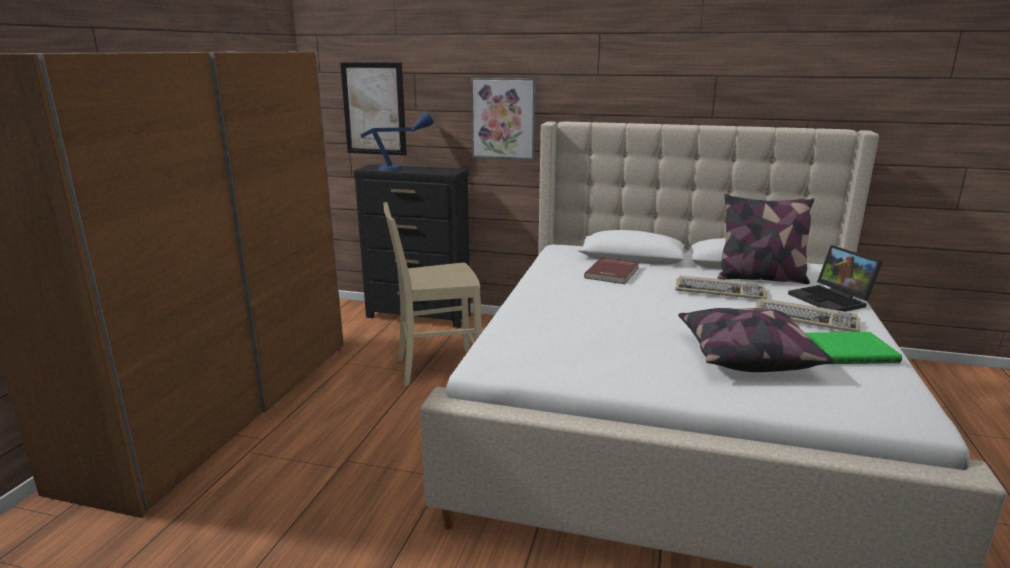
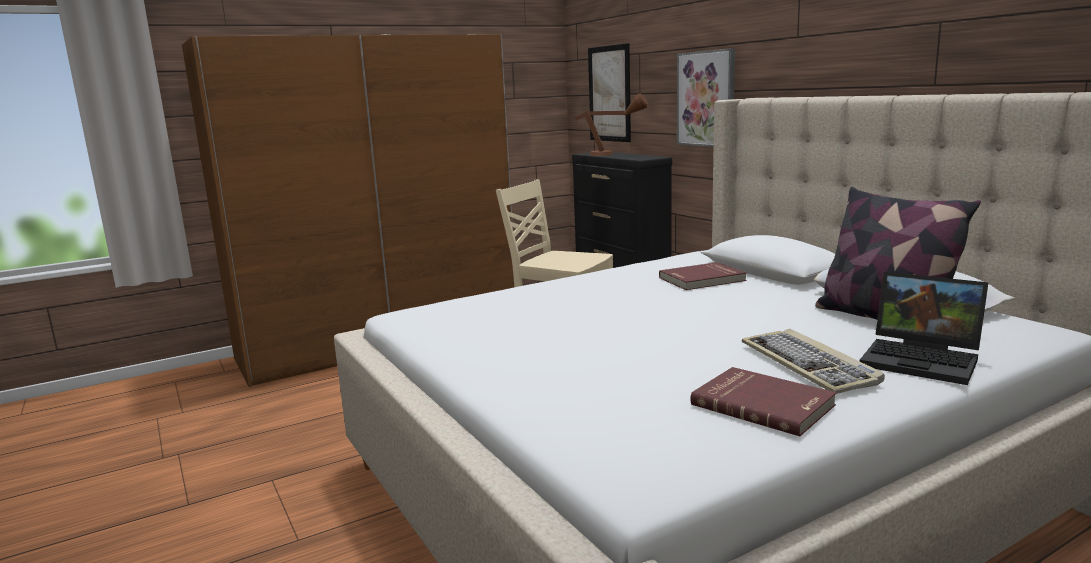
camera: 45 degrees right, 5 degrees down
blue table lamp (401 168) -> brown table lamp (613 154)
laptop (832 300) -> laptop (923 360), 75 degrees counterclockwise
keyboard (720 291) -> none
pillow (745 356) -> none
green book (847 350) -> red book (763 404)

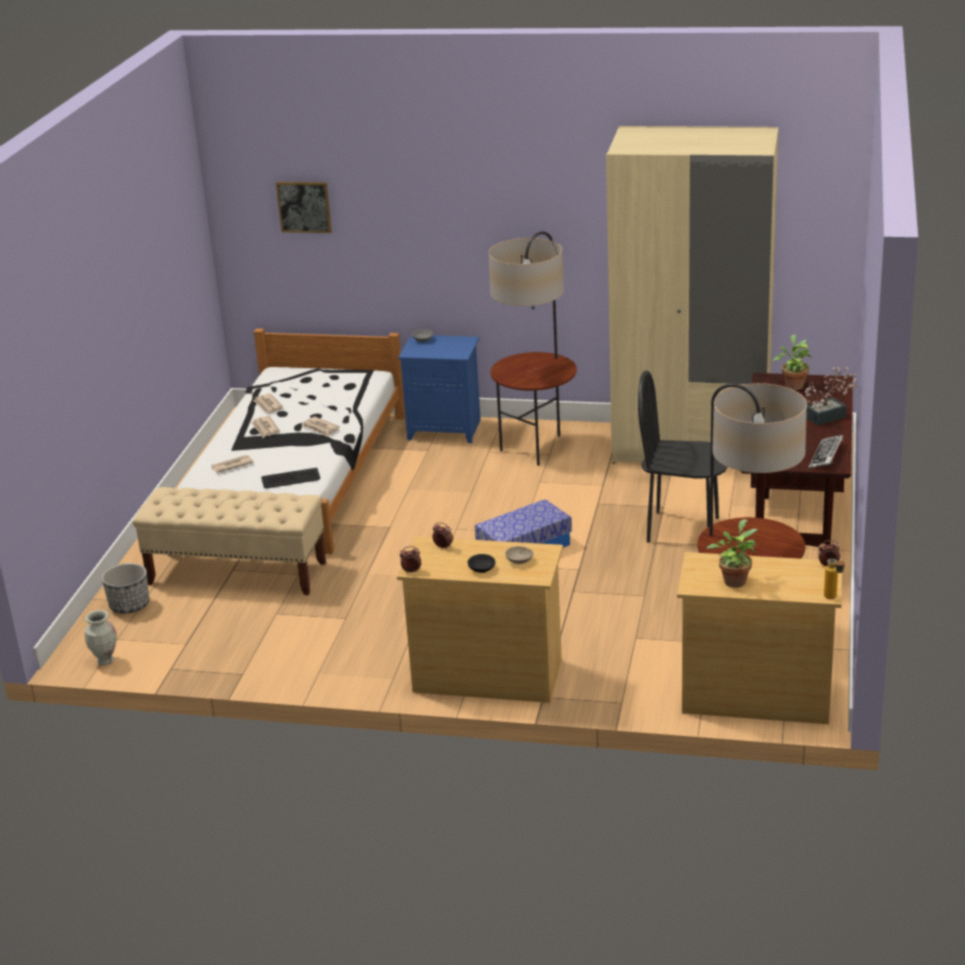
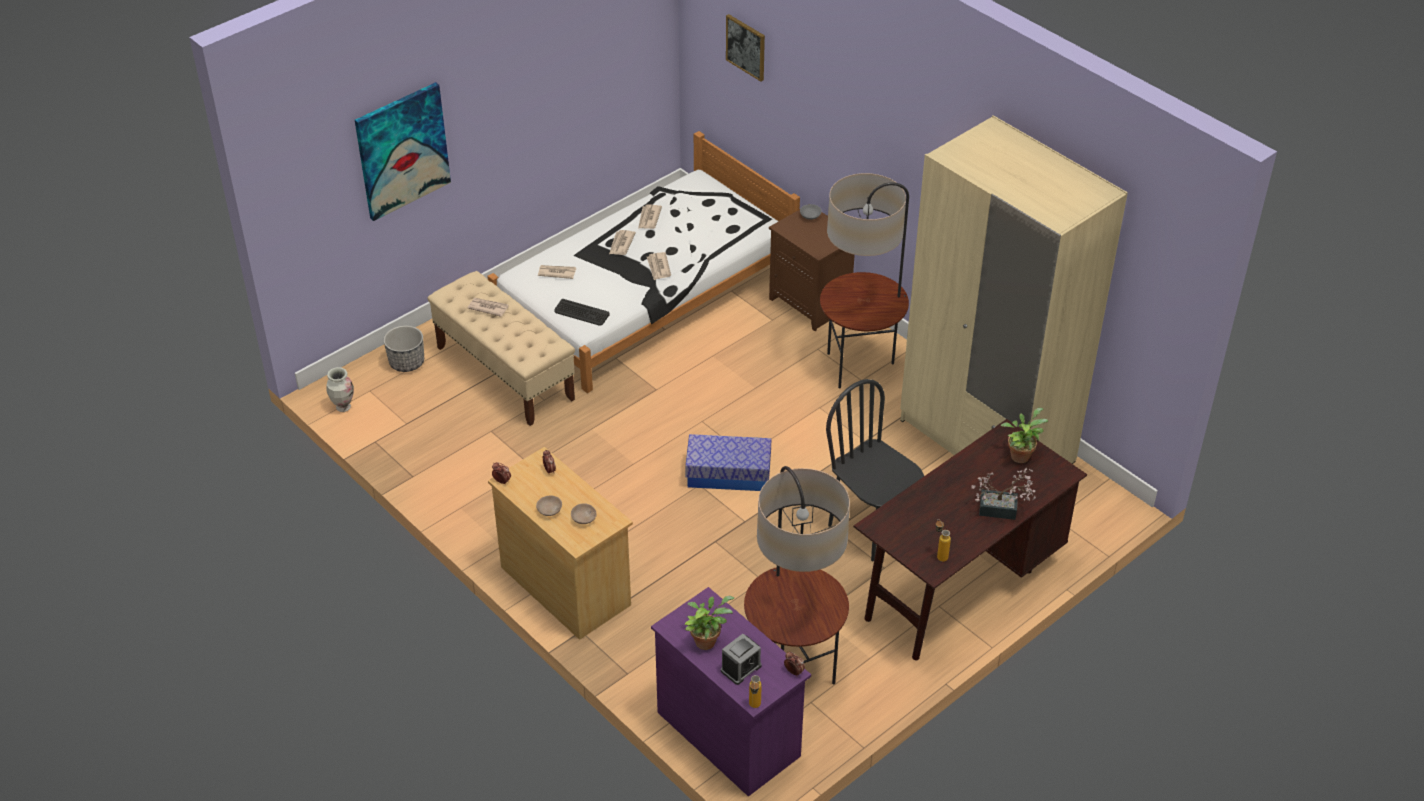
camera: 35 degrees right, 15 degrees up
blue nightstand (446 429) -> brown nightstand (812 304)
keyboard (826 456) -> bottle (939 555)
beige dresser (756 696) -> purple dresser (728 733)
black bowl (481 569) -> beige bowl (549 510)
none -> picture (402 151)
none -> newspaper (488 308)
none -> alarm clock (741 668)

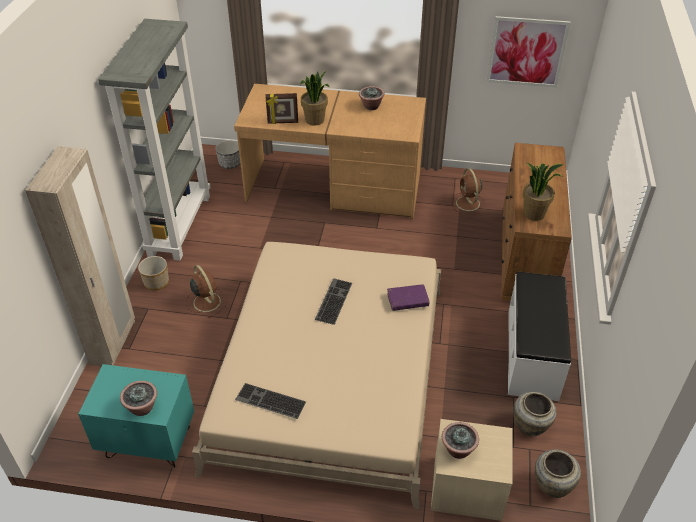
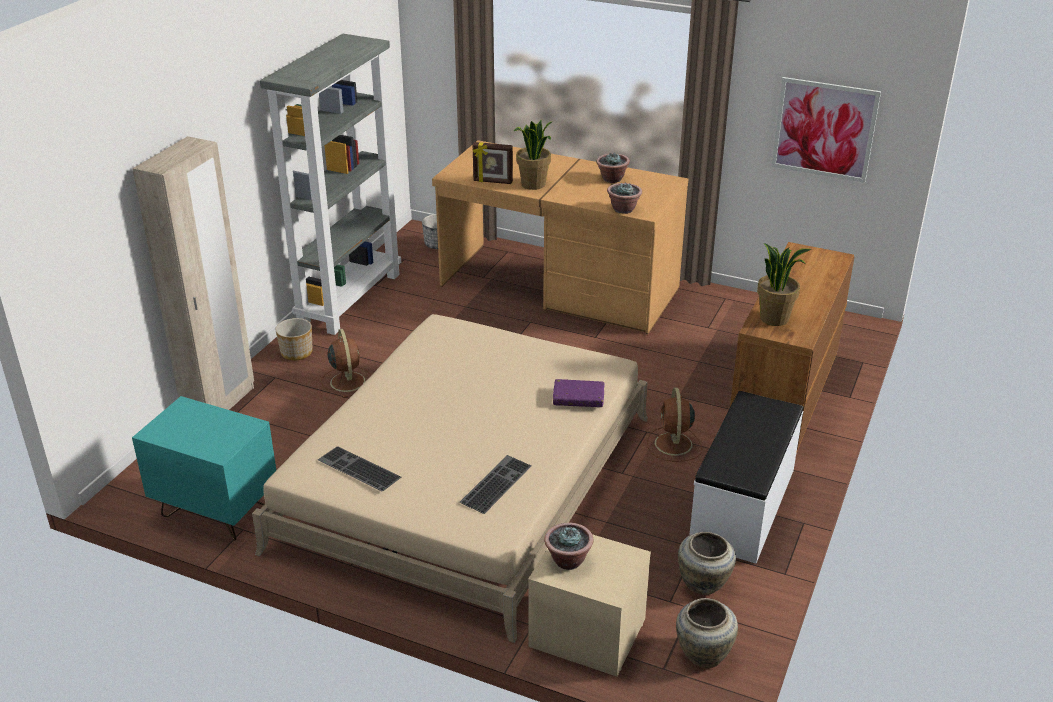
camera: 15 degrees right, 10 degrees down
brown fan (468 204) -> brown fan (673 445), shifted
keyboard (333 300) -> keyboard (495 483), shifted
potted plant (142 408) -> potted plant (623 209), shifted

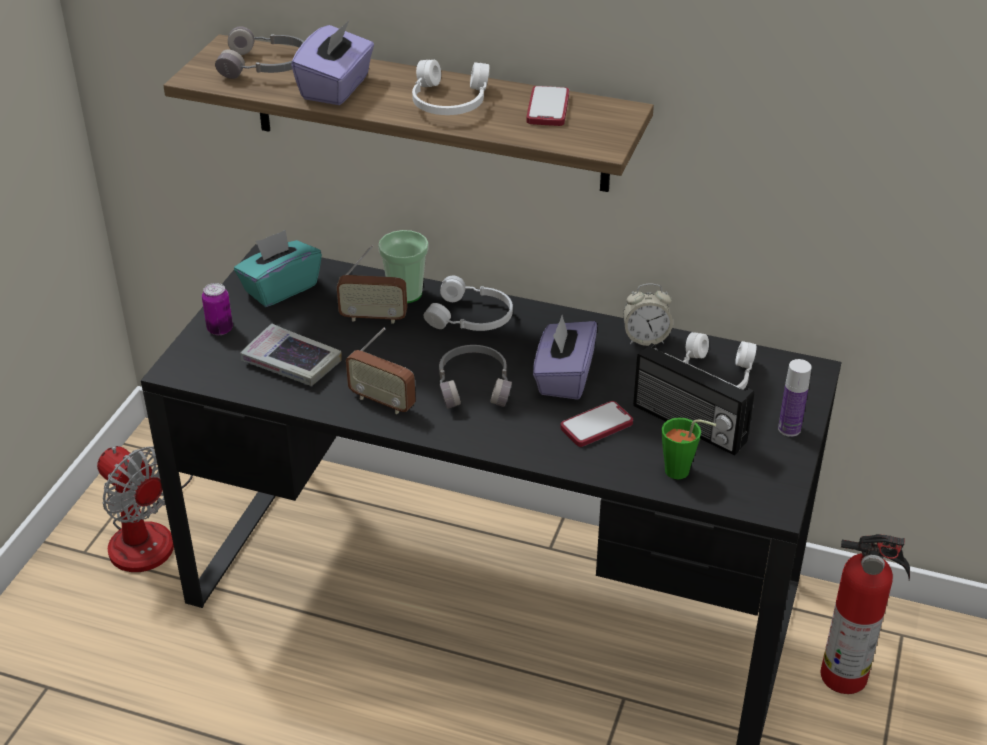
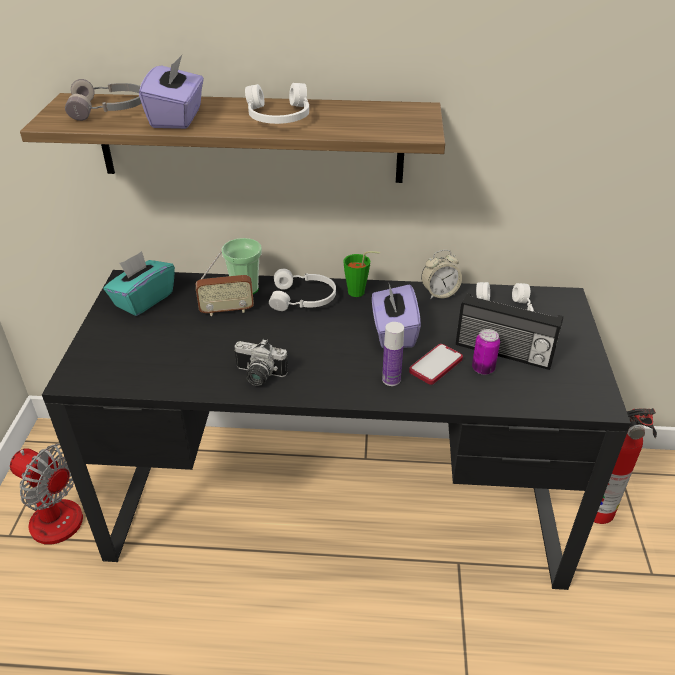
camera: 15 degrees left, 0 degrees up
phone (548 108) -> none
can (220 329) -> can (483 369), shifted
book (291 362) -> none
radio (382 402) -> photo camera (258 376)
grey headphones (474 385) -> none
bottle (789 429) -> bottle (391 380), shifted
green cup (682 473) -> green cup (360 292), shifted

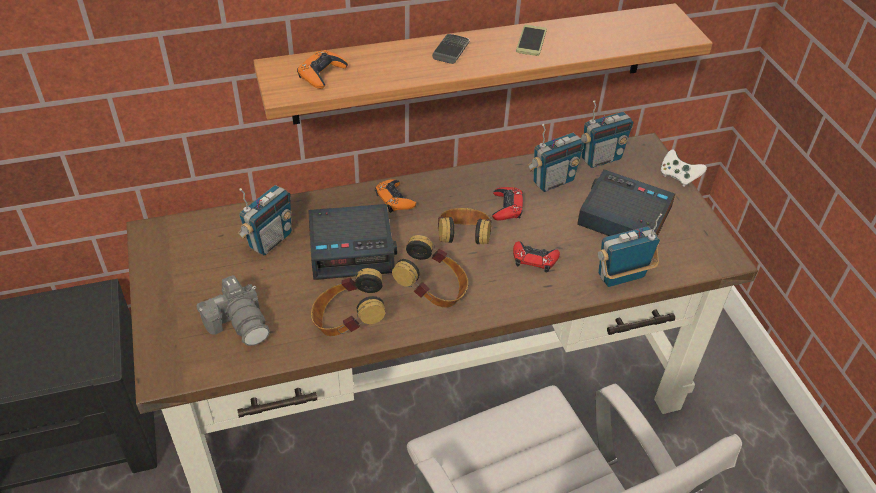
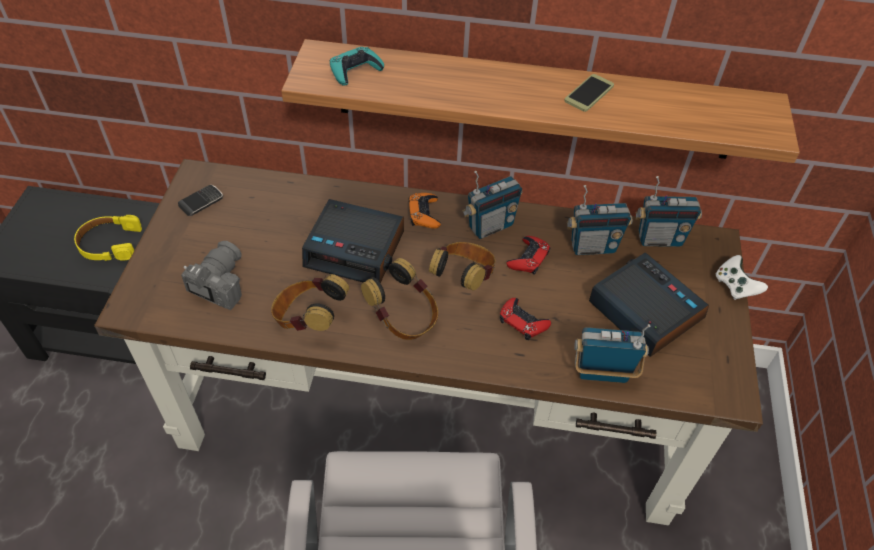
camera: 25 degrees right, 5 degrees up
phone (451 51) -> phone (201 202), shifted
orange game controller (322 74) -> turquoise game controller (355 71)
radio (270 240) -> radio (490 226), shifted
photo camera (239 322) -> photo camera (217 284), 150 degrees counterclockwise
none -> yellow headphones (109 244)

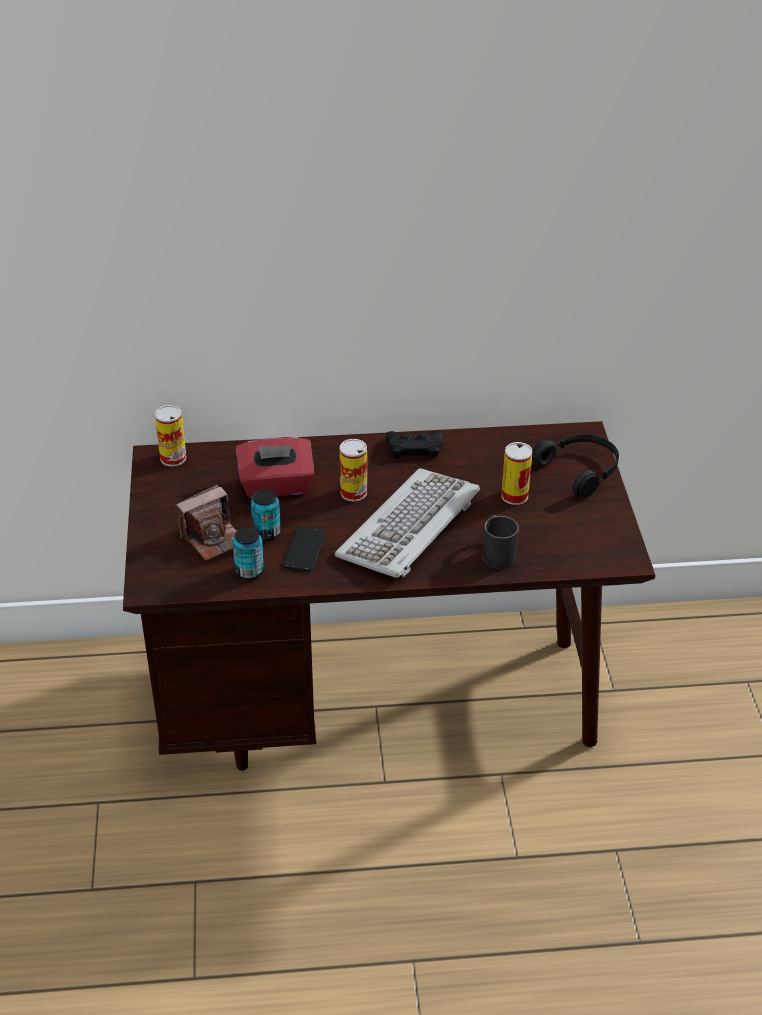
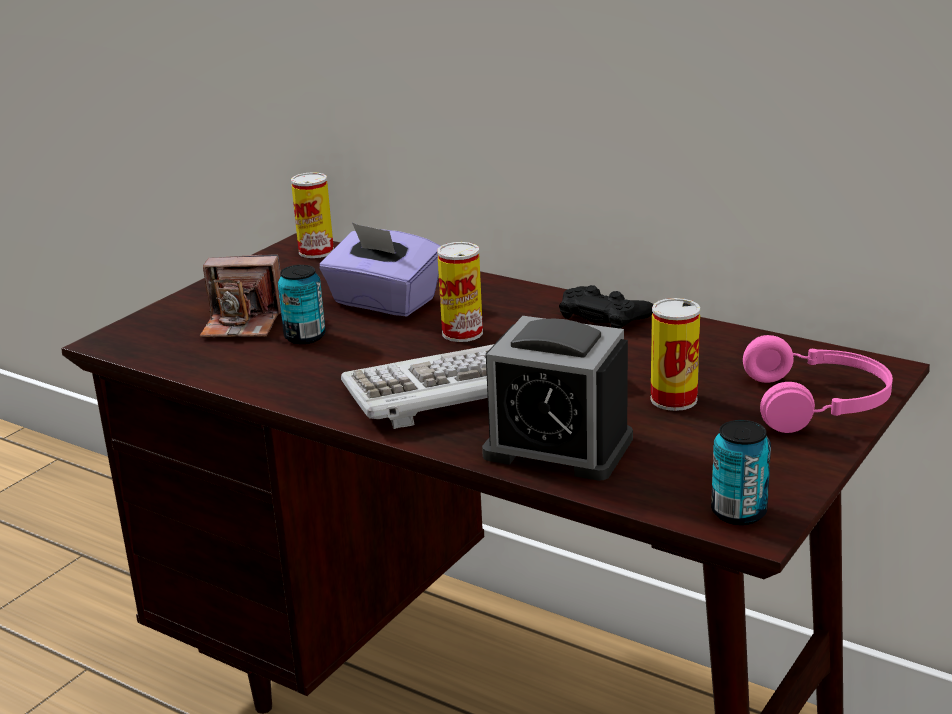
camera: 40 degrees right, 15 degrees down
black headphones (580 470) -> pink headphones (818 403)
red tissue box (276 486) -> purple tissue box (383 302)
black mug (496 552) -> alarm clock (558 447)
can (249 571) -> can (738 512), shifted
phone (304 550) -> none

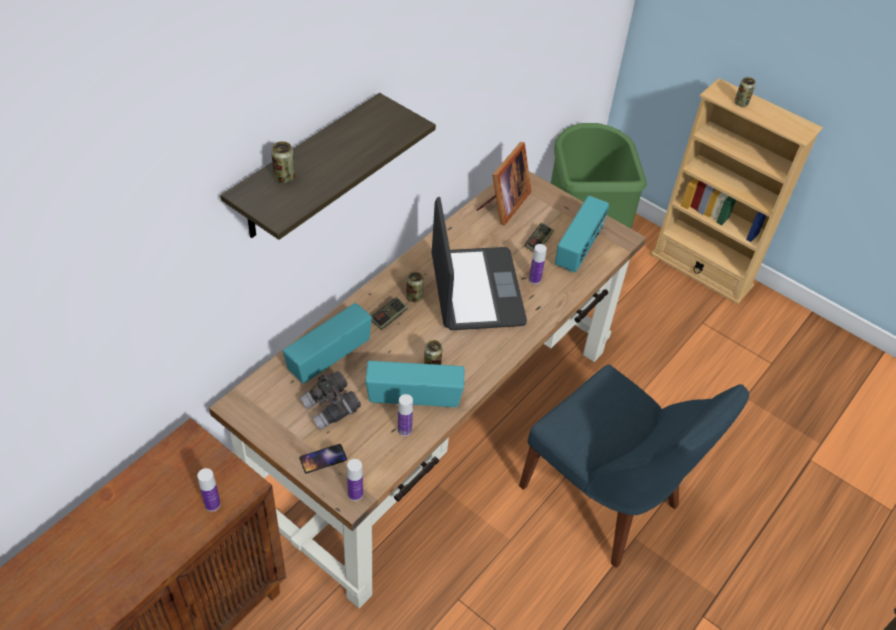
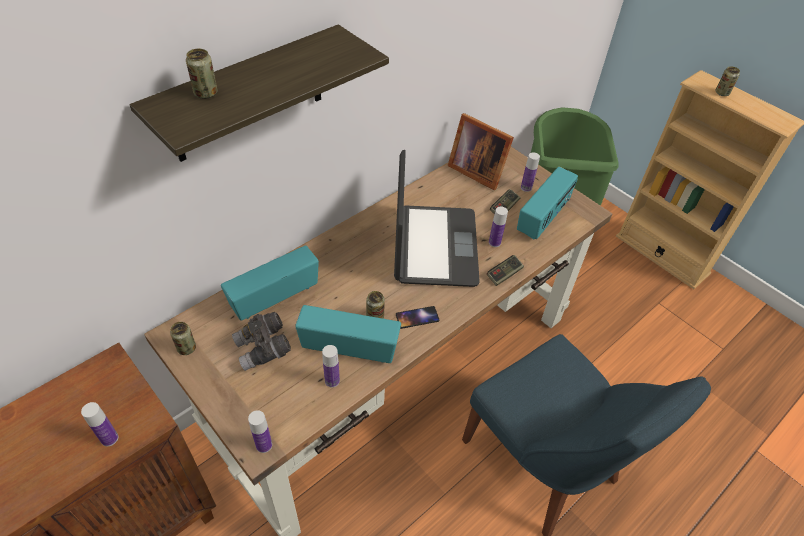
camera: 10 degrees right, 0 degrees up
picture frame (503 205) -> picture frame (476 170), 90 degrees clockwise
can (414 297) -> can (186 348), shifted
game controller (389 318) -> game controller (504 274), shifted
phone (323 459) -> phone (417 317), shifted
none -> bottle (526 188)

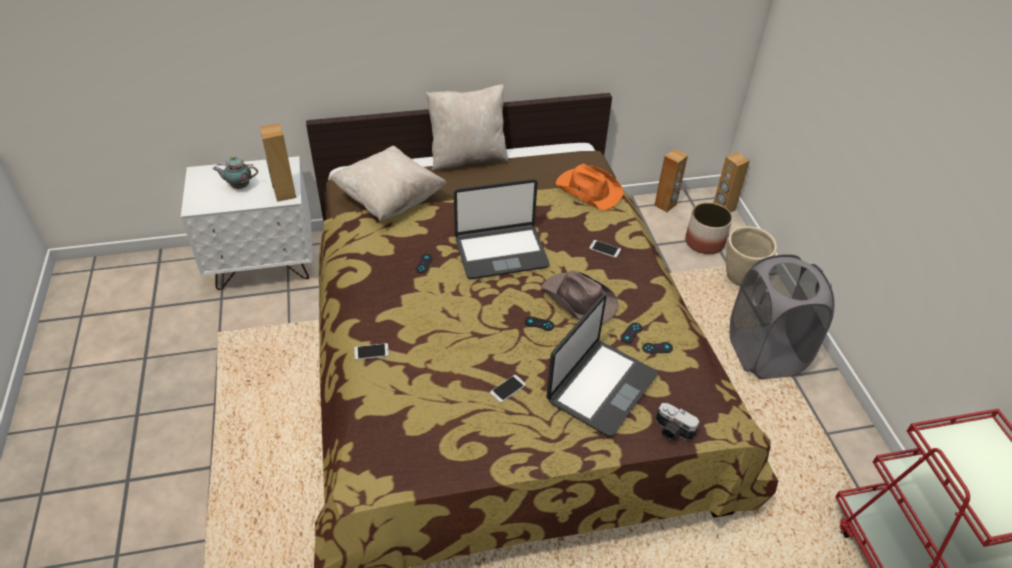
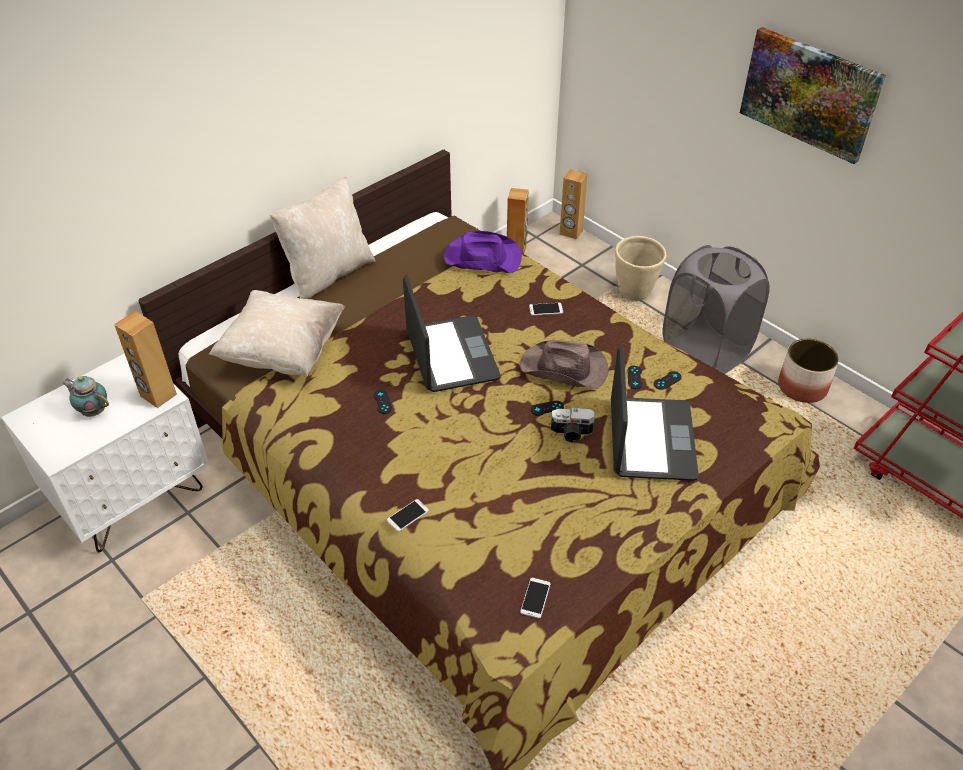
camera: 30 degrees left, 0 degrees up
teapot (239 186) -> teapot (93 411), 60 degrees clockwise
orange hat (588 189) -> purple hat (481 257)
laptop (501 252) -> laptop (450 355), 60 degrees counterclockwise
planter (704 242) -> planter (802 386), shifted
phone (508 389) -> phone (535 598), shifted
photo camera (672 431) -> photo camera (571 433), shifted
none -> picture (810 94)

